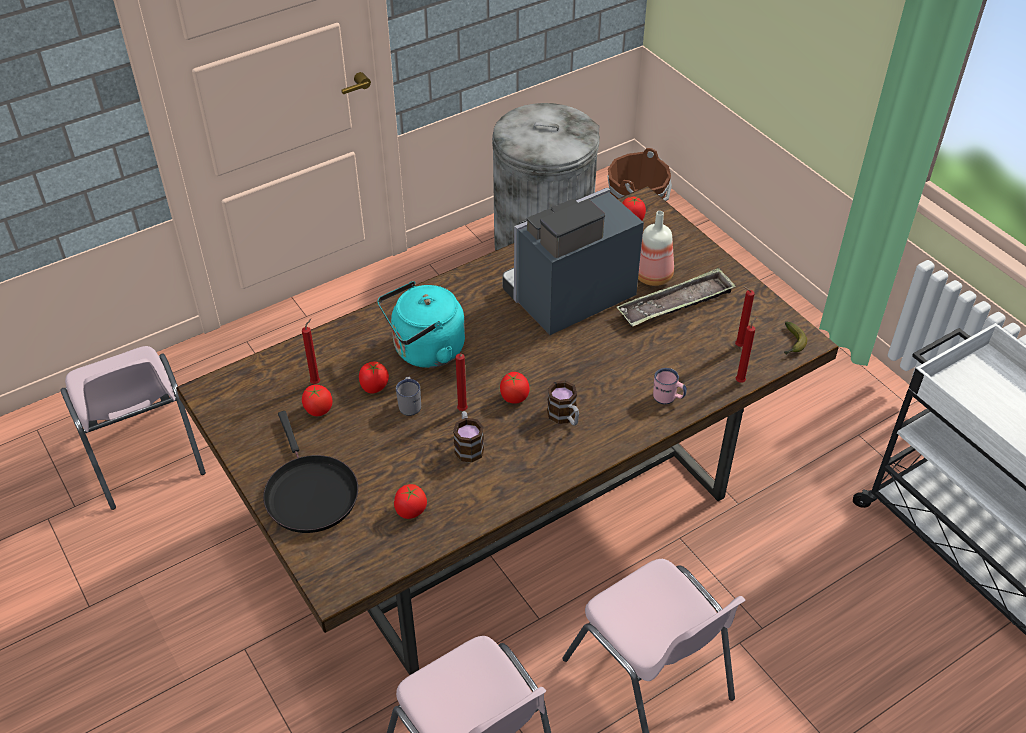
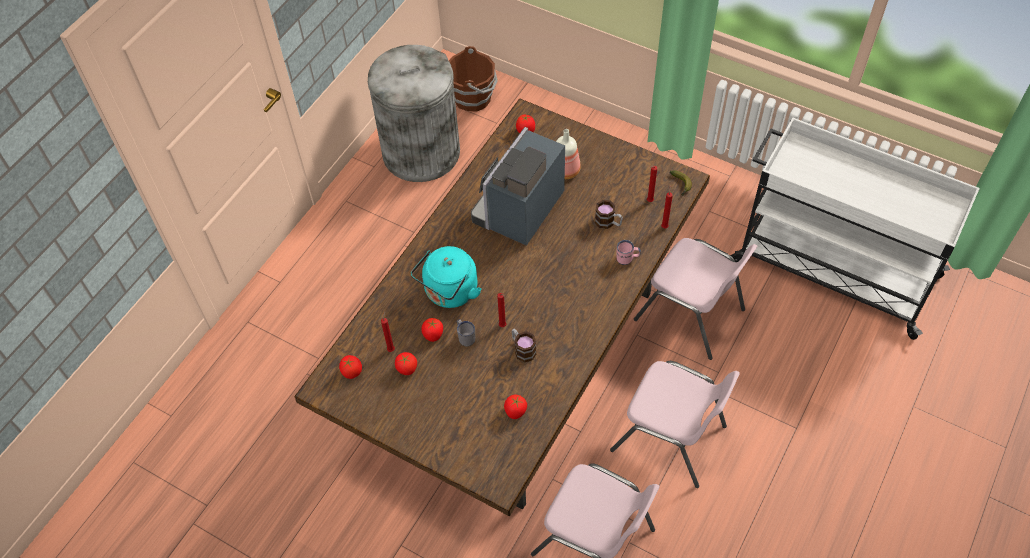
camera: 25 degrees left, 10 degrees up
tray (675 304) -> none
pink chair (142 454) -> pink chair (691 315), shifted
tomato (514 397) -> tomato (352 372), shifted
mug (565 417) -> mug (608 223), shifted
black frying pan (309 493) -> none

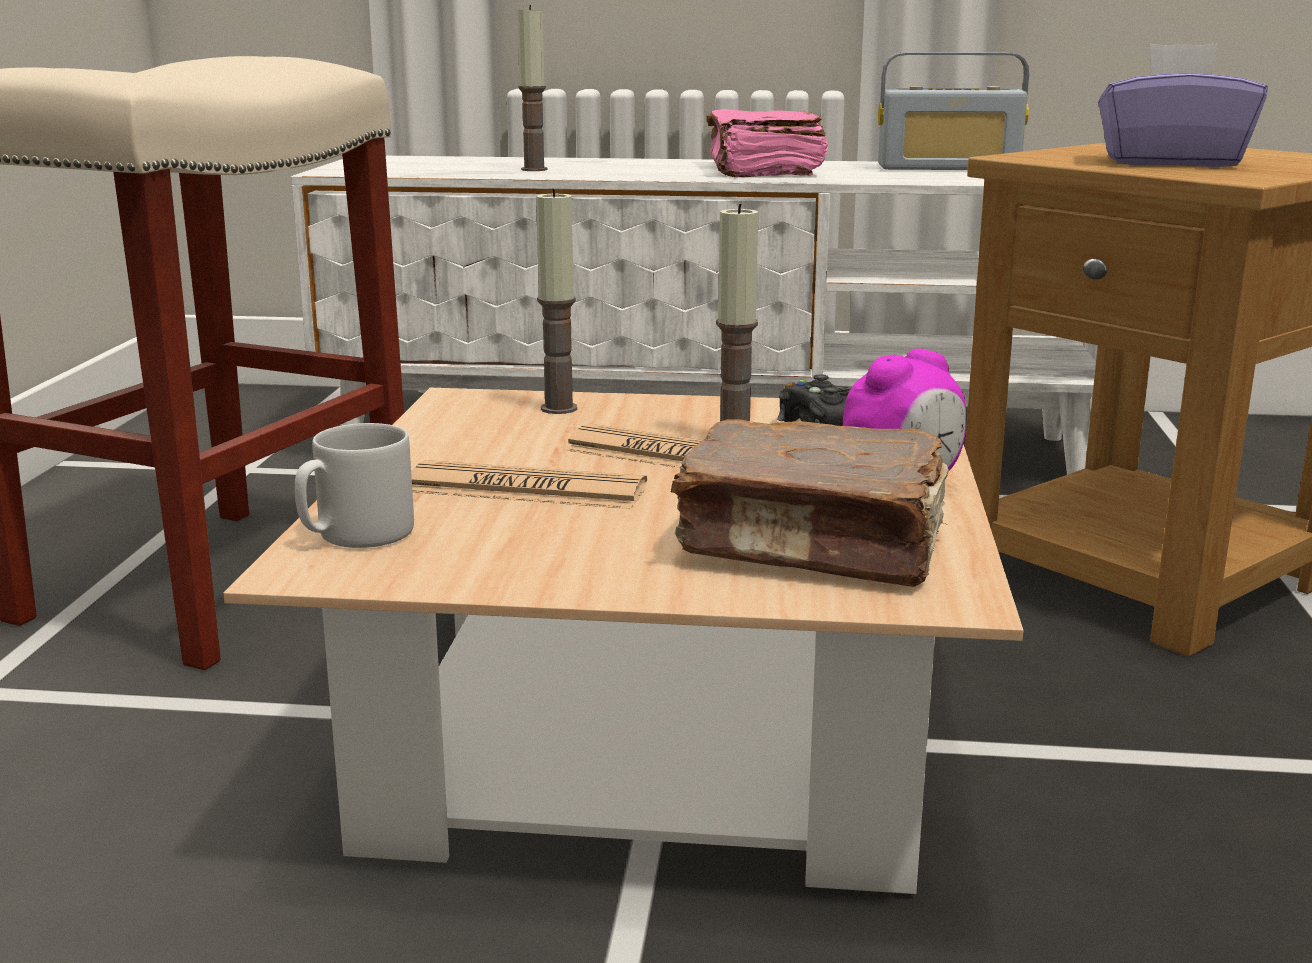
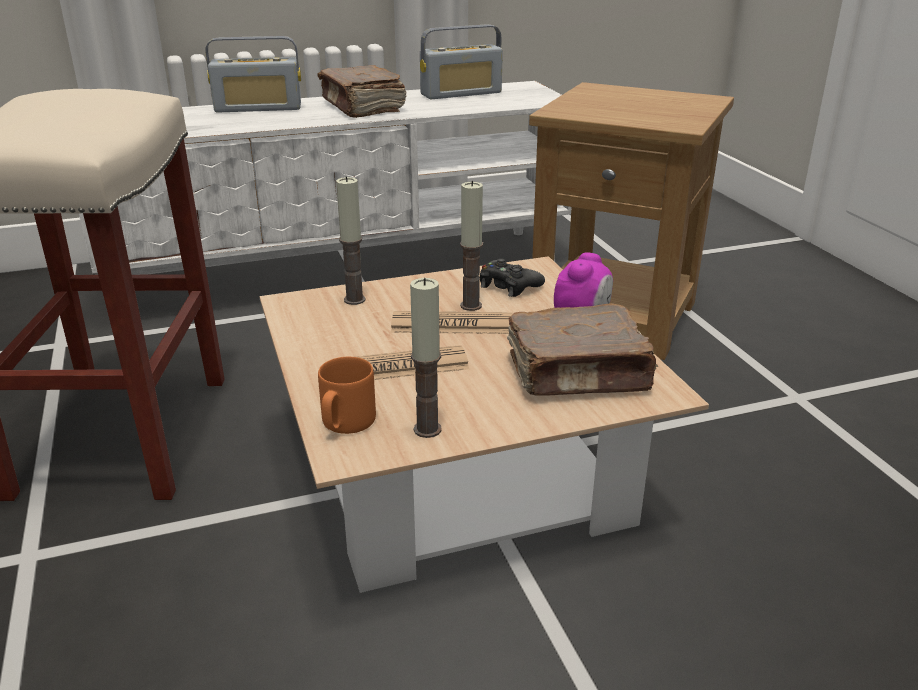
camera: 25 degrees left, 10 degrees up
candle (534 169) -> candle (427 429), shifted
purple tissue box (1171 162) -> none
pink book (763 170) -> brown book (362 107)
grey mug (355 535) -> orange mug (345 423)
none -> radio (258 108)

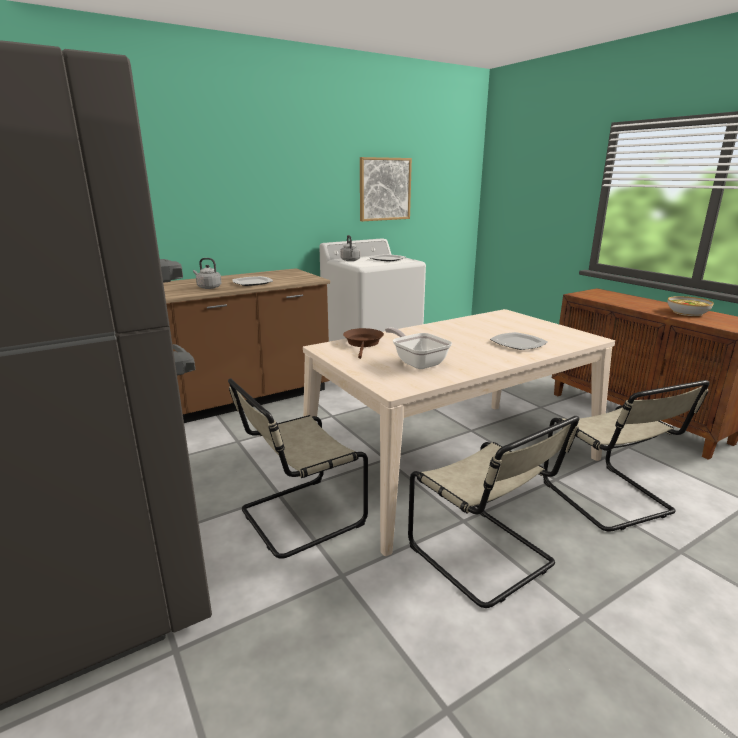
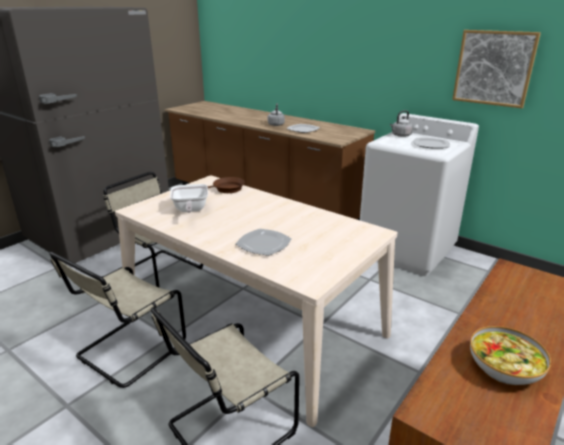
camera: 70 degrees right, 5 degrees up
frying pan (417 362) -> frying pan (190 210), 135 degrees clockwise

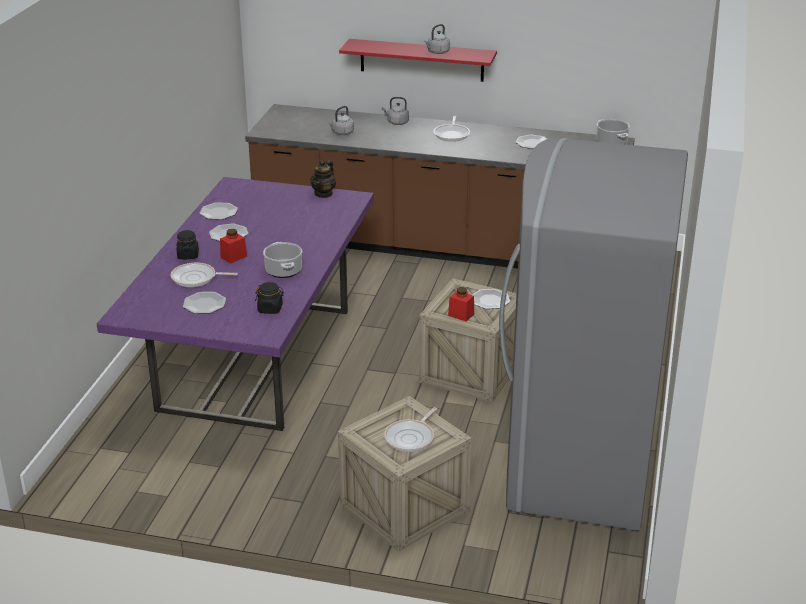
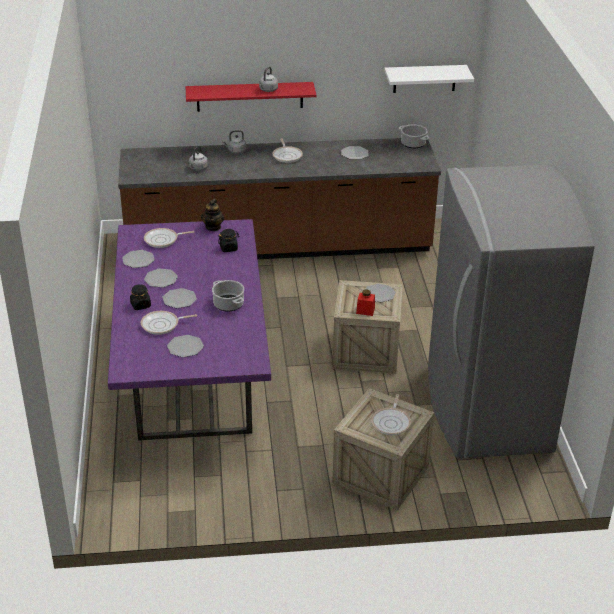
camera: 20 degrees left, 5 degrees up
red jar (233 257) -> plate (179 299)
black jar (270 309) -> black jar (229 248), shifted
none -> white shelf (424 78)
none -> frying pan (163 240)

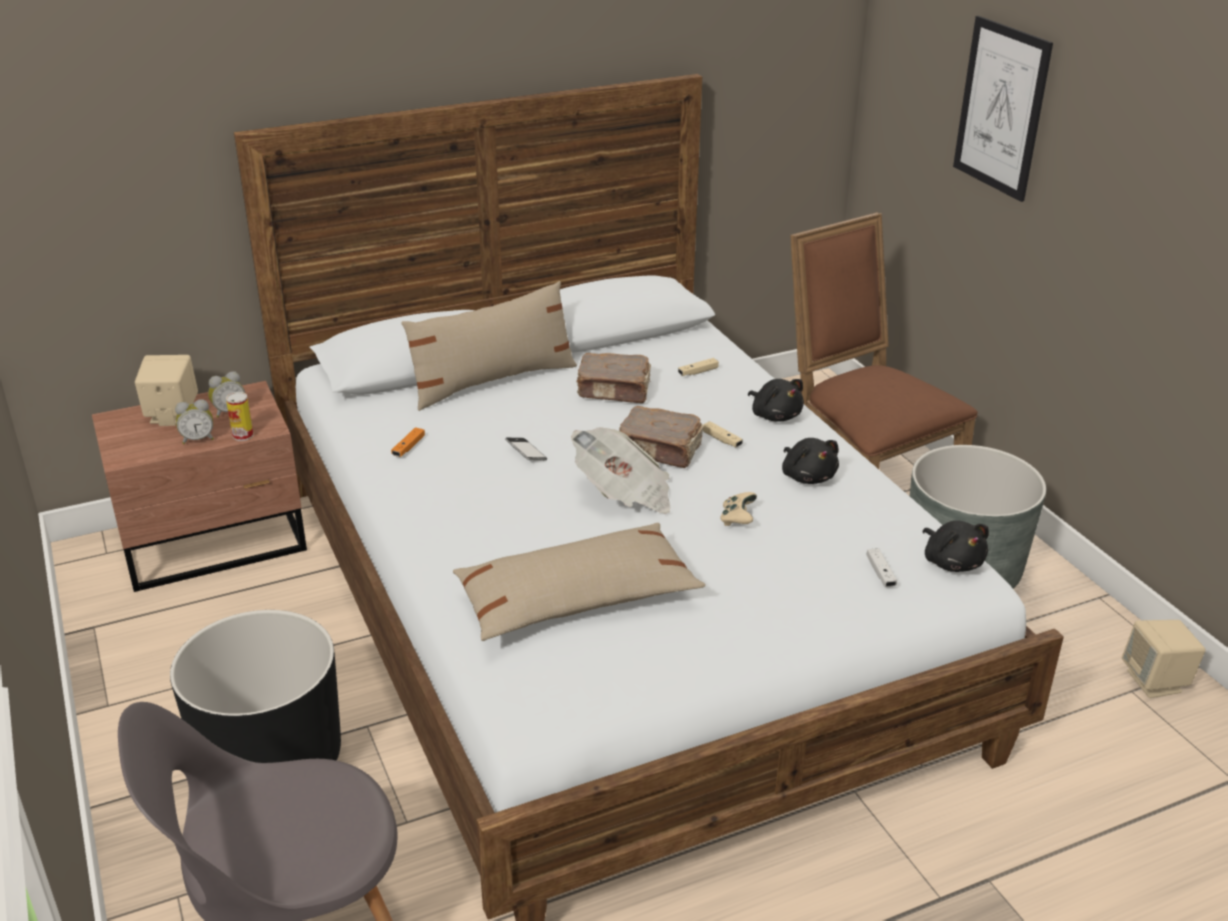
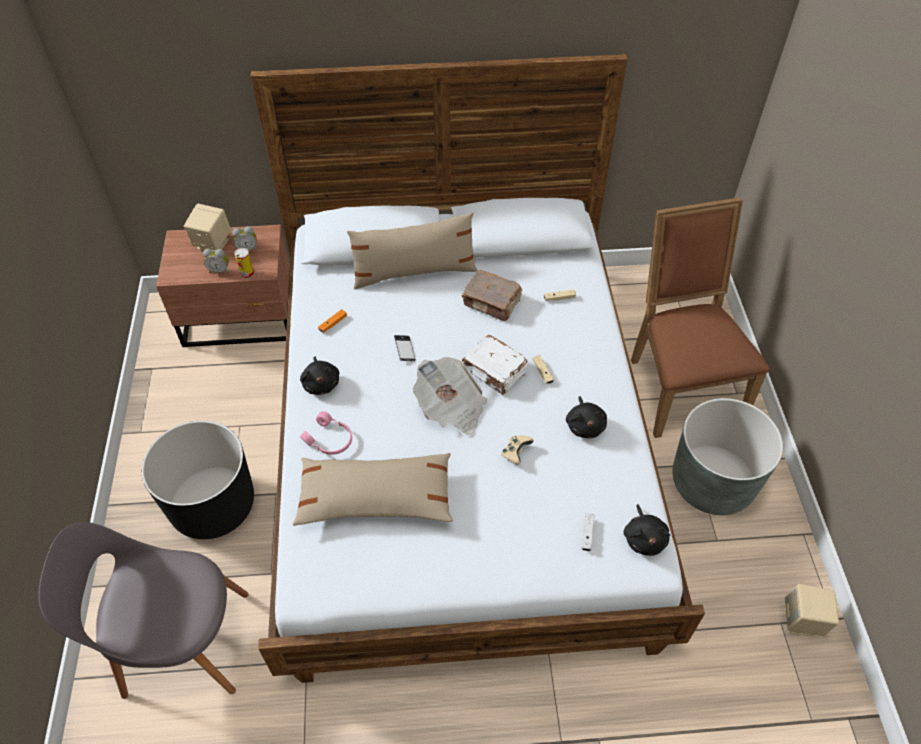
camera: 20 degrees right, 20 degrees up
picture (1001 108) -> none
black plush toy (775 415) -> black plush toy (321 383), shifted
brown book (660 450) -> white book (495 371)
none -> pink headphones (329 440)

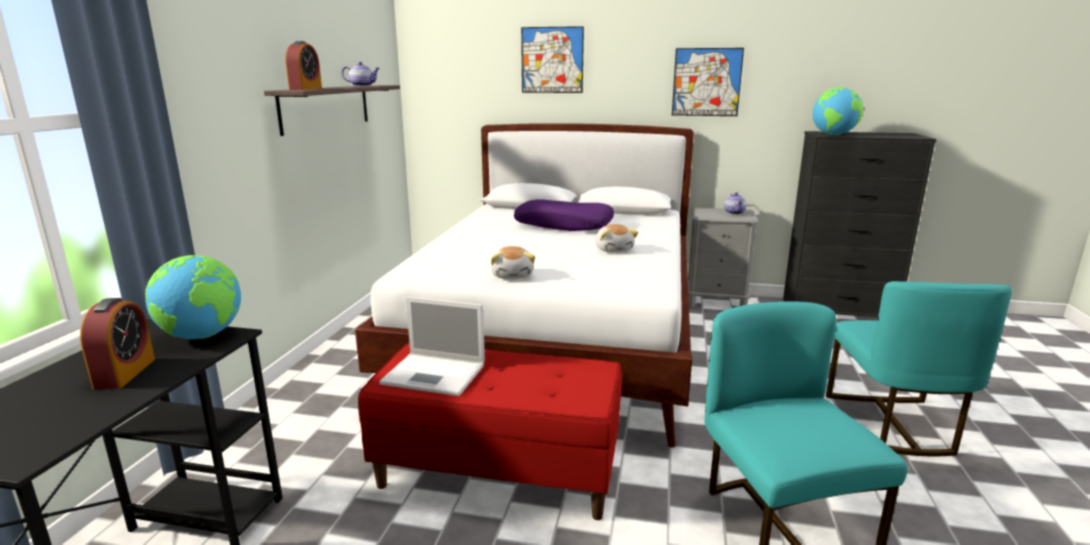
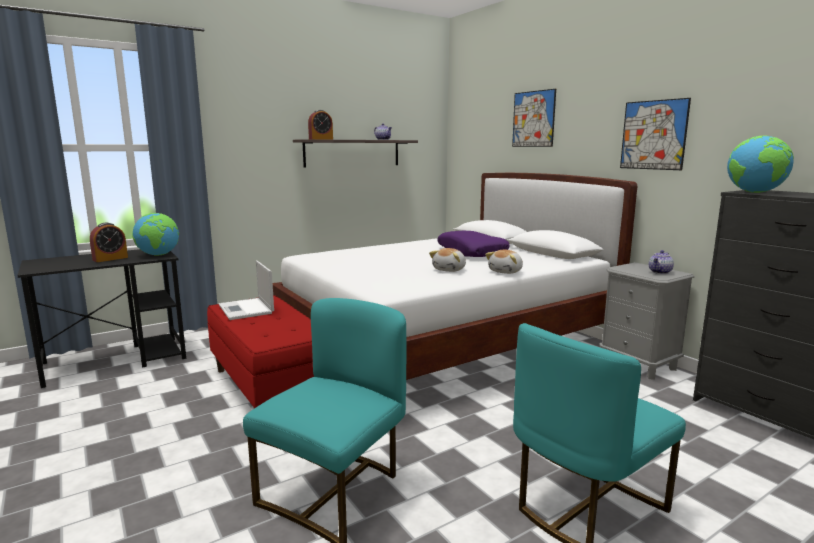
camera: 45 degrees right, 5 degrees down
plush toy (512 275) -> plush toy (506 272), shifted

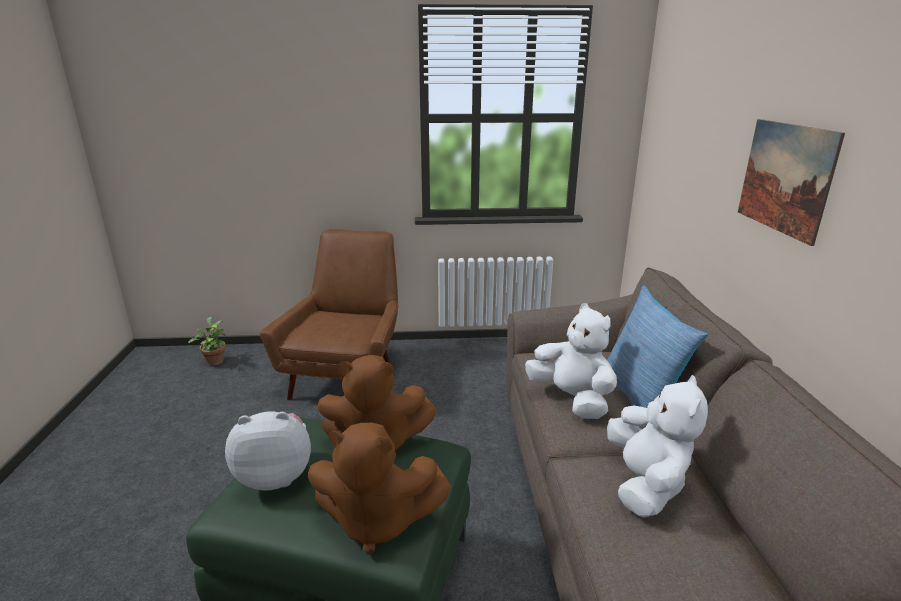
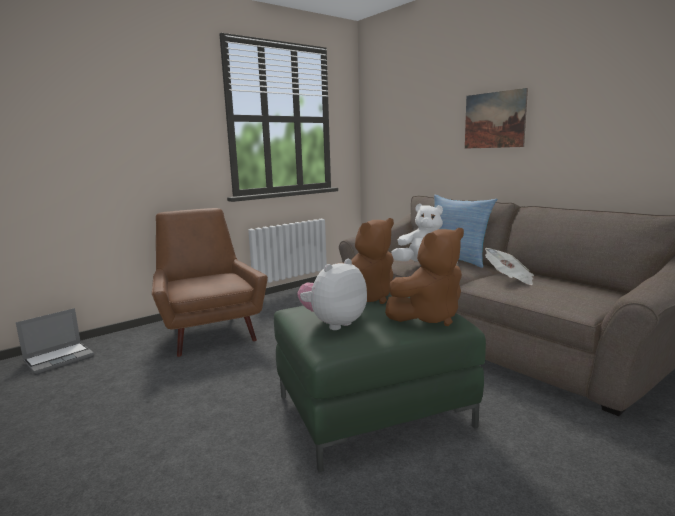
camera: 35 degrees left, 10 degrees down
potted plant (214 361) -> laptop (59 358)
white plush toy (645 484) -> newspaper (509 279)

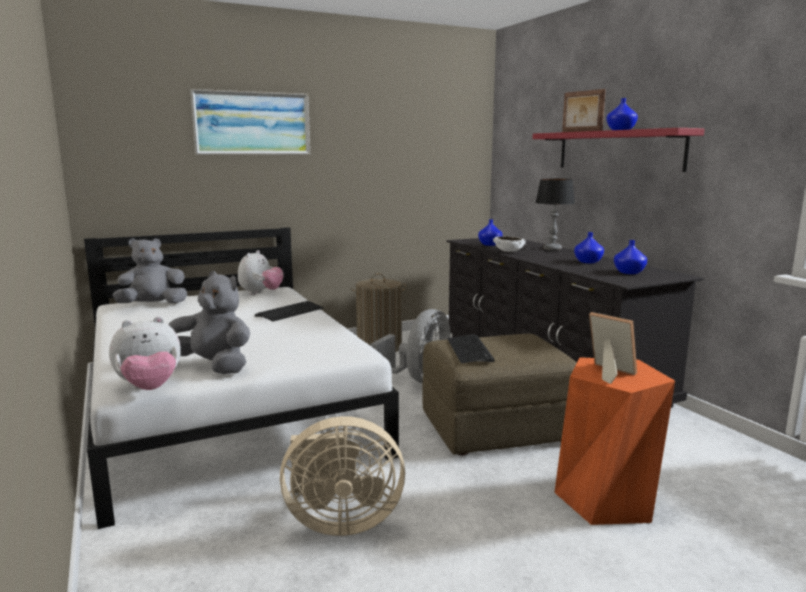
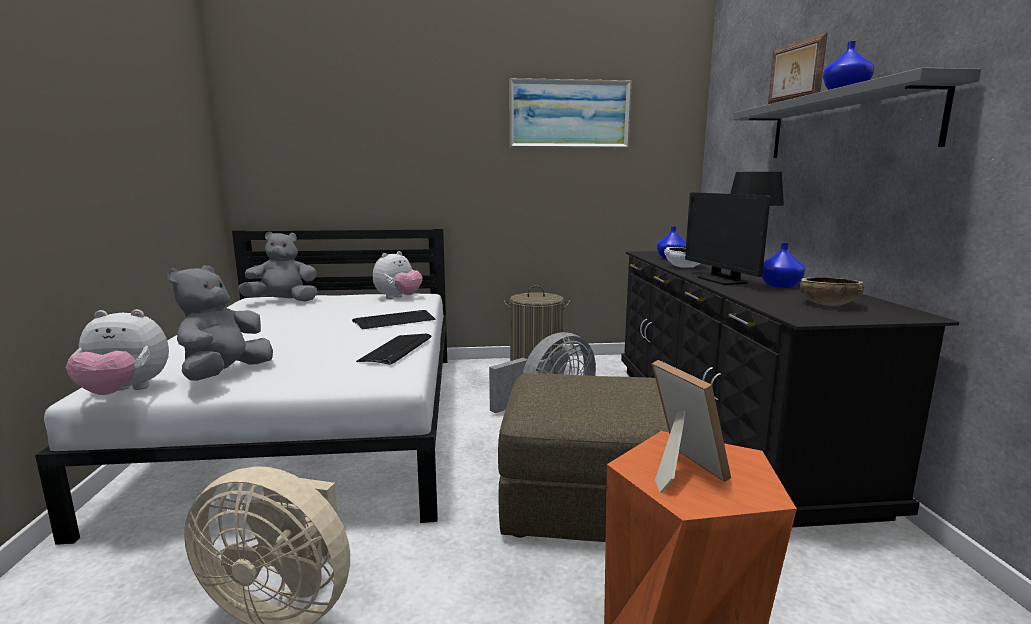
camera: 20 degrees right, 0 degrees up
picture (252 123) -> picture (569 114), shifted
red shelf (618 150) -> grey shelf (845 125)
blue vase (629 272) -> brown bowl (828 304)
grey plush toy (213 366) -> grey plush toy (225 375), 120 degrees counterclockwise
keyboard (470 350) -> keyboard (396 350), shifted
none -> monitor (722 280)

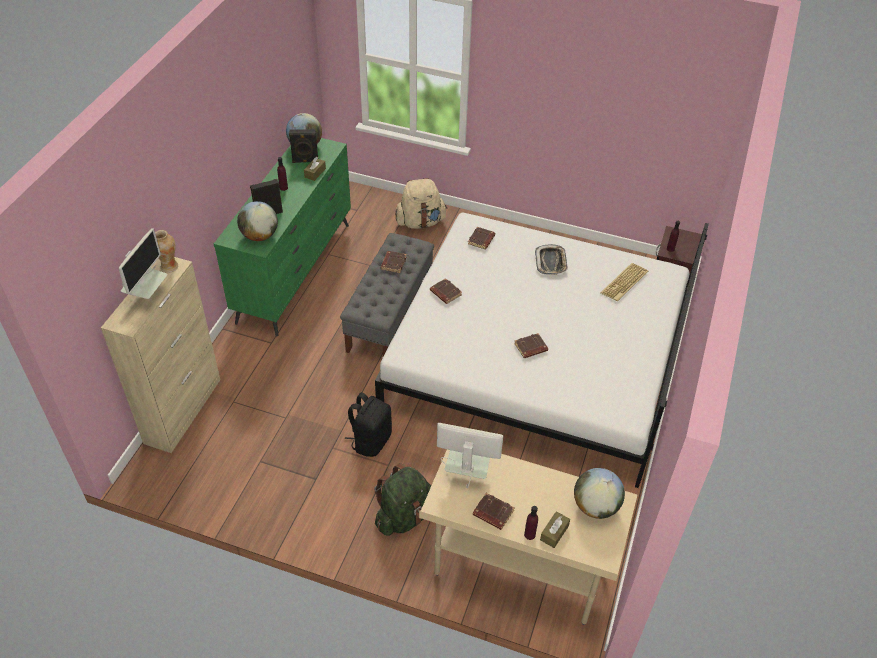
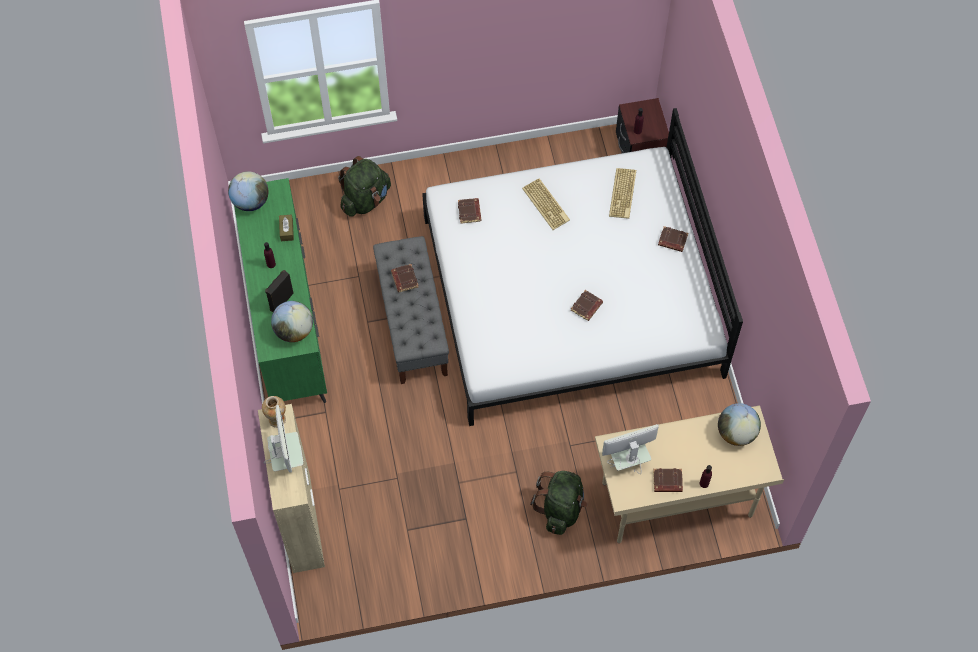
camera: 30 degrees left, 15 degrees up
black speaker (305 161) -> none
beige backpack (420 222) -> green backpack (365 200)
tray (551 262) -> keyboard (547 204)
brown book (445 293) -> brown book (672 241), shifted
black backpack (370 440) -> none
brown tissue box (554 533) -> none

